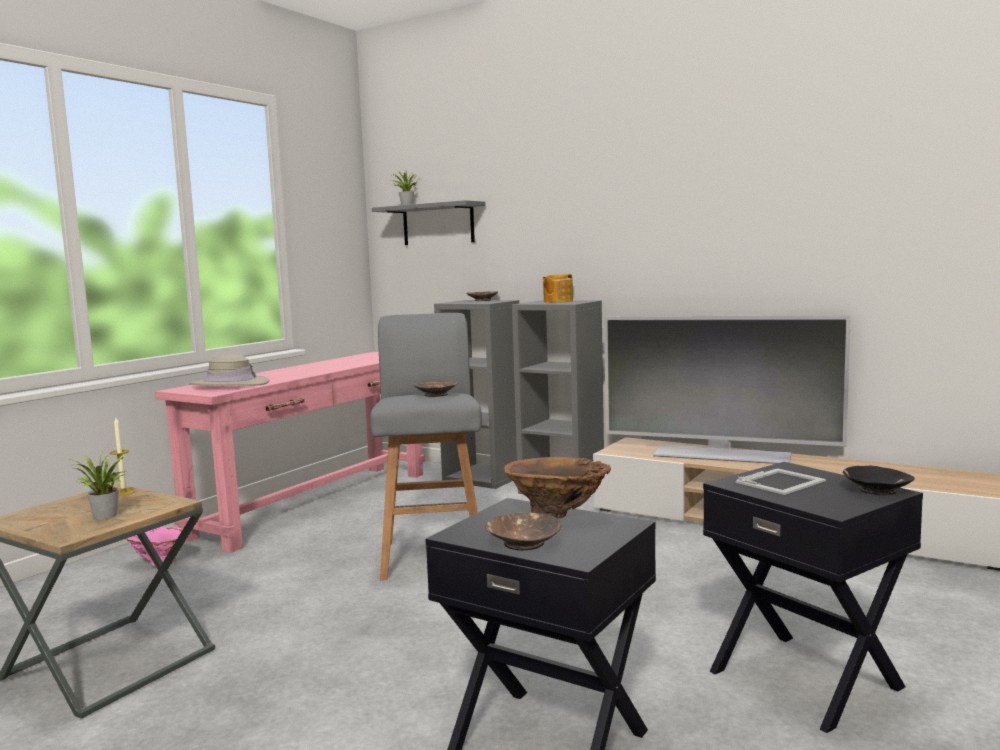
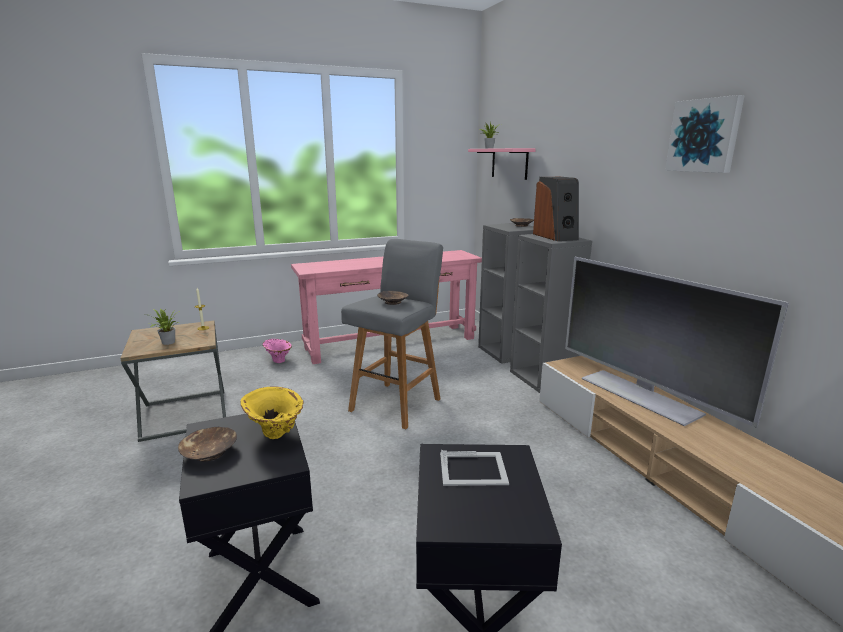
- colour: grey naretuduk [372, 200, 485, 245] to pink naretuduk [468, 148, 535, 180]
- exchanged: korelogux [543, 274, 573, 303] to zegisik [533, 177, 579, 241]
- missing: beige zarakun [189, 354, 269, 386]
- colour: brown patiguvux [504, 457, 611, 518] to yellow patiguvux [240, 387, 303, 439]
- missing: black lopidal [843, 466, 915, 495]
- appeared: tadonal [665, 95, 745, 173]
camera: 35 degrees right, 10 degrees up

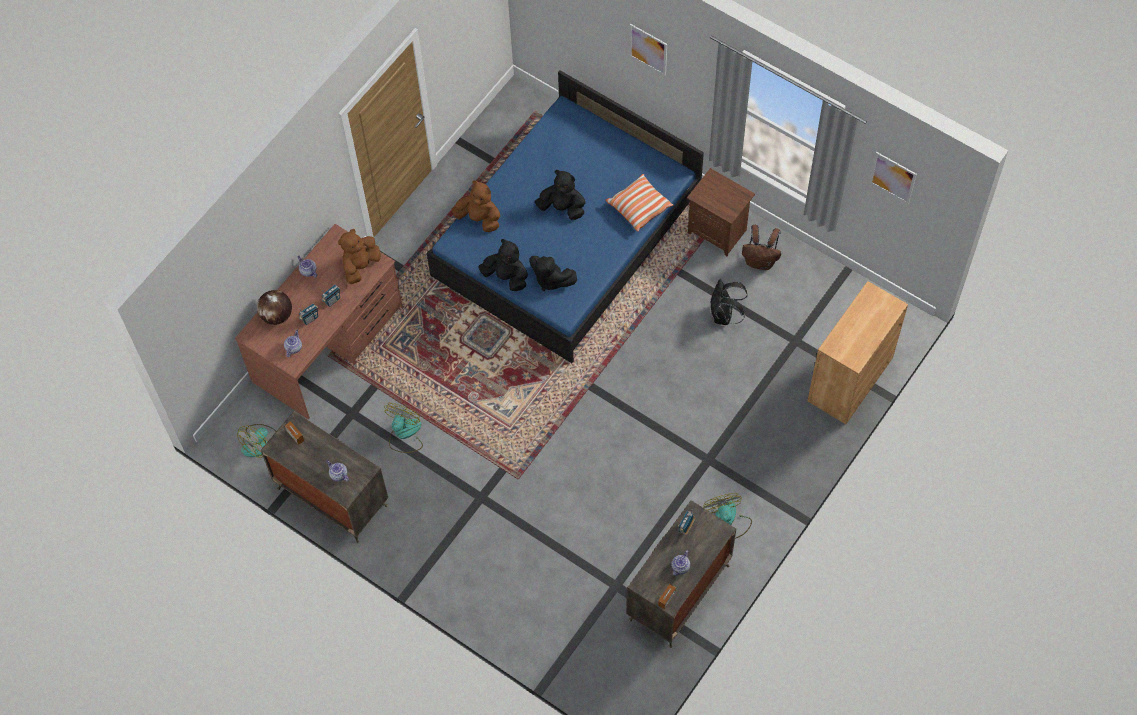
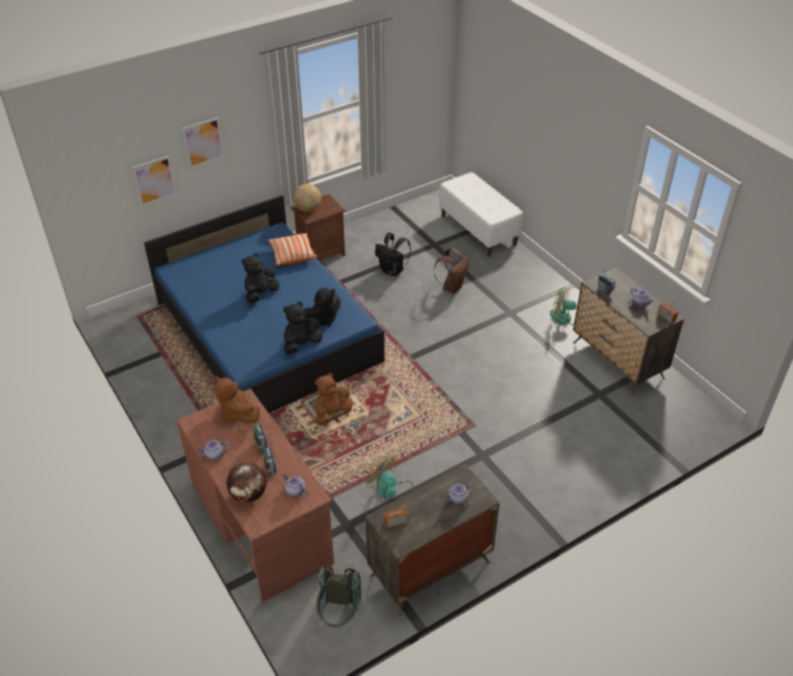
- relocated: tadonal [870, 152, 917, 204] to [132, 156, 177, 207]
- relocated: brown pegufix [451, 180, 500, 232] to [315, 373, 352, 425]
- relocated: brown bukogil [742, 225, 781, 270] to [433, 248, 469, 294]
- exchanged: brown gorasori [807, 281, 908, 424] to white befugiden [439, 172, 523, 257]
- exchanged: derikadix [237, 424, 276, 458] to grey bukogil [316, 565, 361, 627]
- appeared: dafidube [293, 184, 321, 212]
camera: 70 degrees left, 20 degrees down

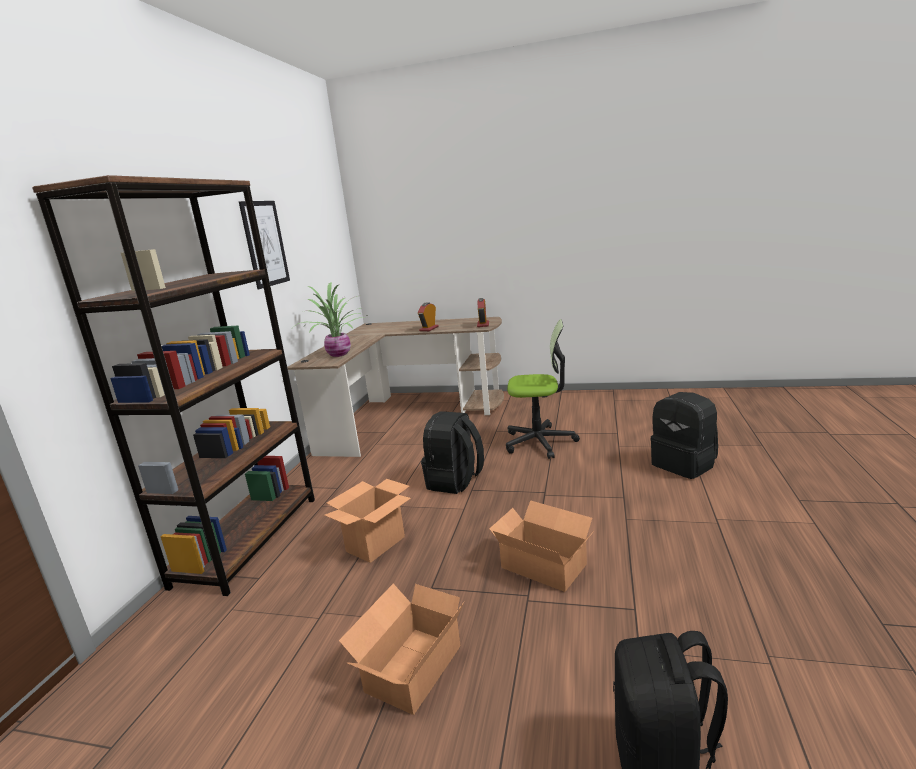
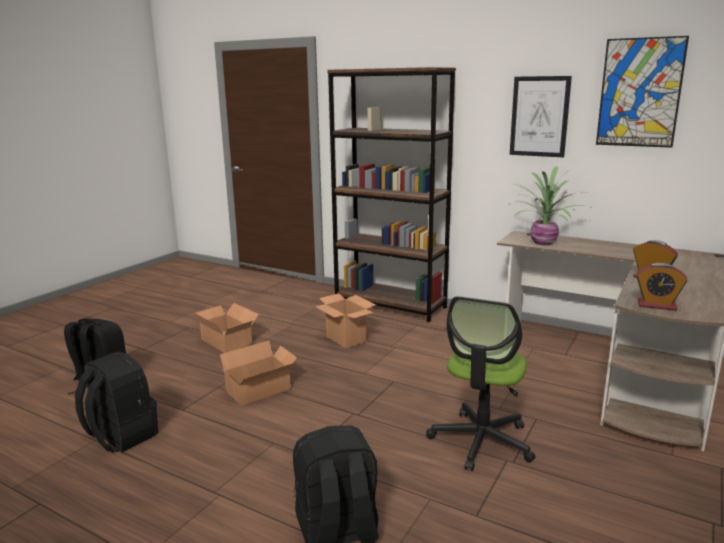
- relocated: black bukogil [421, 411, 484, 494] to [75, 352, 158, 454]
- appeared: tadonal [596, 36, 689, 148]
camera: 105 degrees right, 0 degrees up

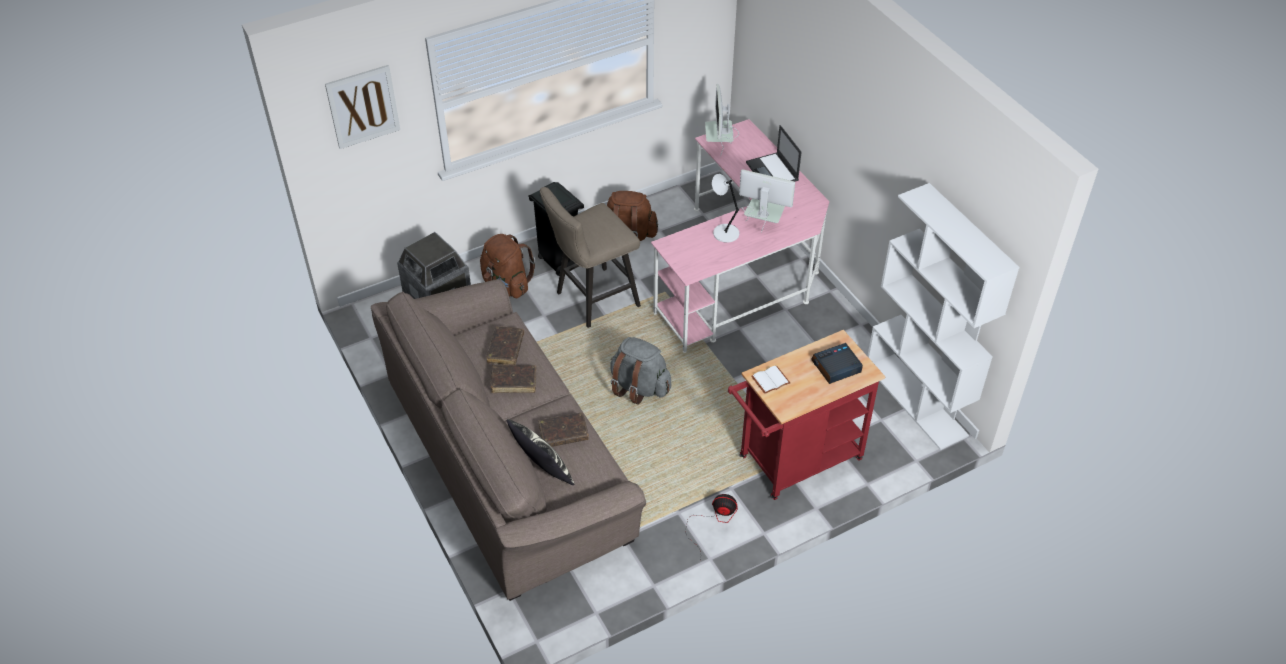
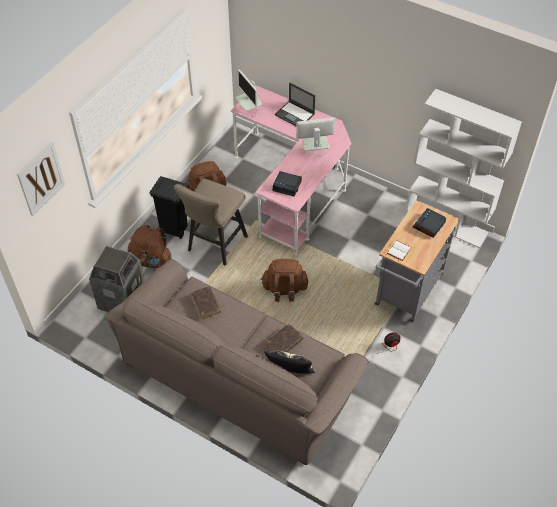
- missing: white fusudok [712, 174, 740, 243]
- colour: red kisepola [728, 330, 885, 500] to grey kisepola [374, 200, 459, 323]
- colour: grey bukogil [610, 337, 671, 405] to brown bukogil [261, 259, 308, 302]
- missing: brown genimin [491, 365, 536, 393]
- appeared: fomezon [272, 171, 302, 197]
camera: 30 degrees left, 5 degrees up

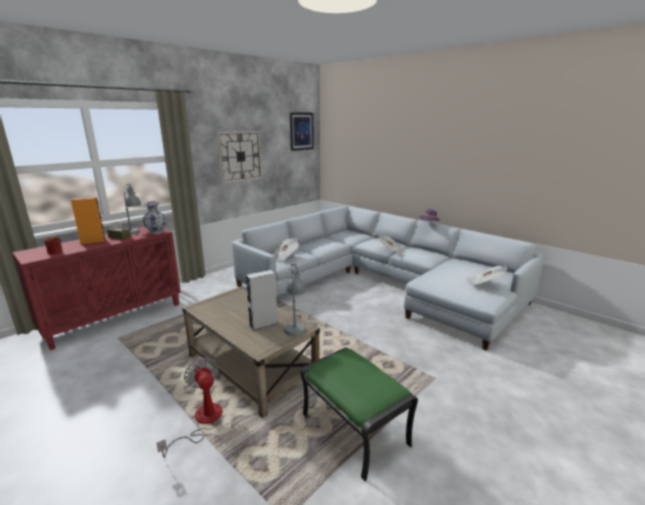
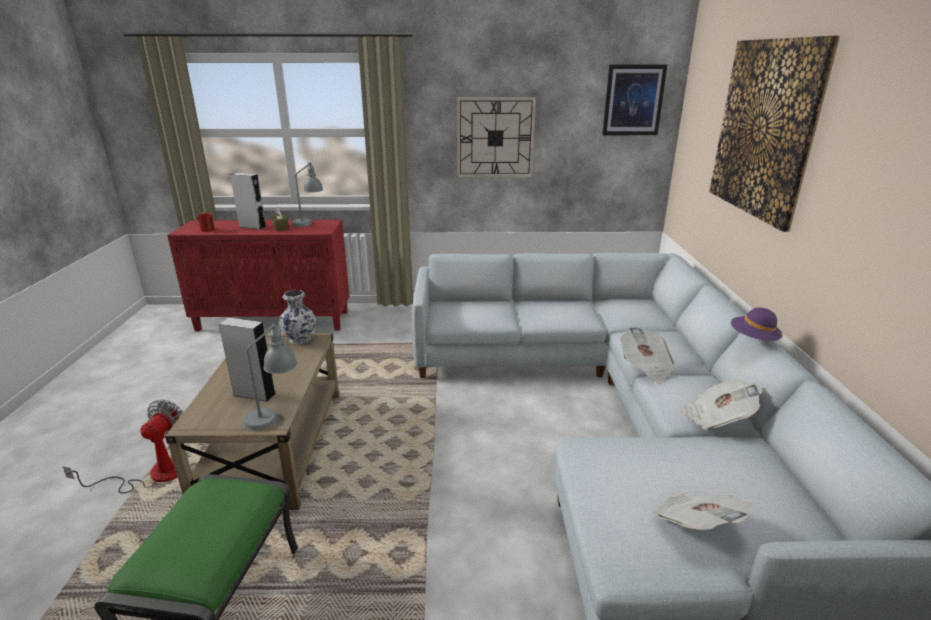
- colour: orange zegisik [71, 197, 106, 245] to grey zegisik [230, 173, 266, 230]
- relocated: patiguvux [143, 201, 166, 234] to [279, 290, 316, 344]
- relocated: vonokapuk [273, 238, 299, 260] to [681, 379, 763, 430]
- appeared: tadonal [709, 36, 840, 232]
camera: 45 degrees right, 5 degrees up

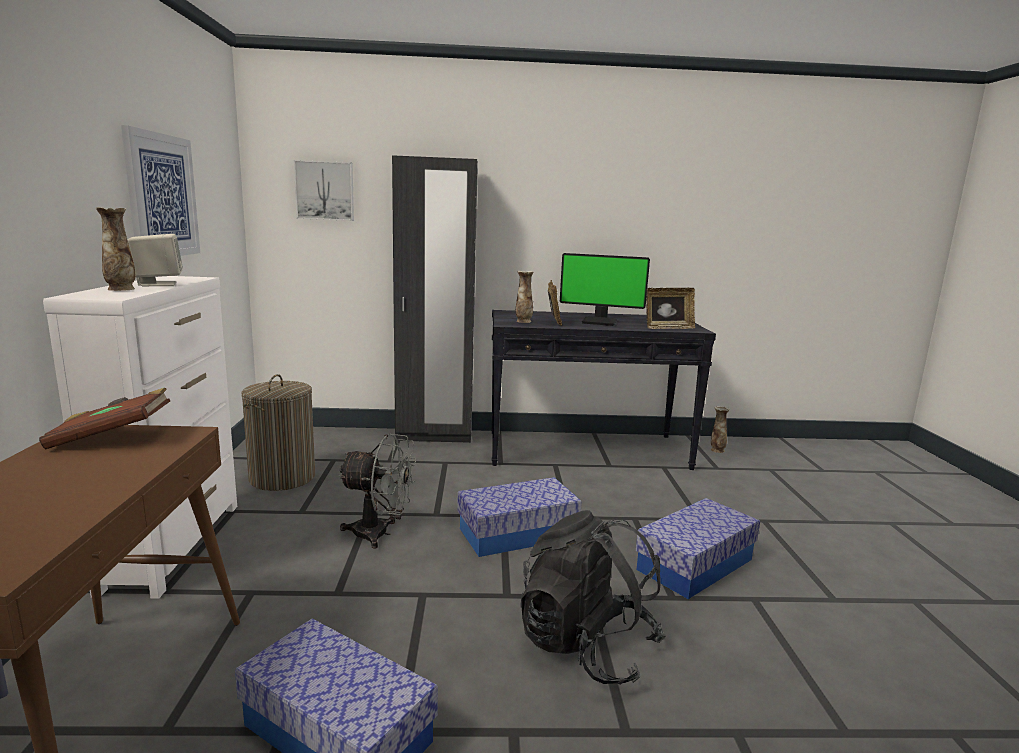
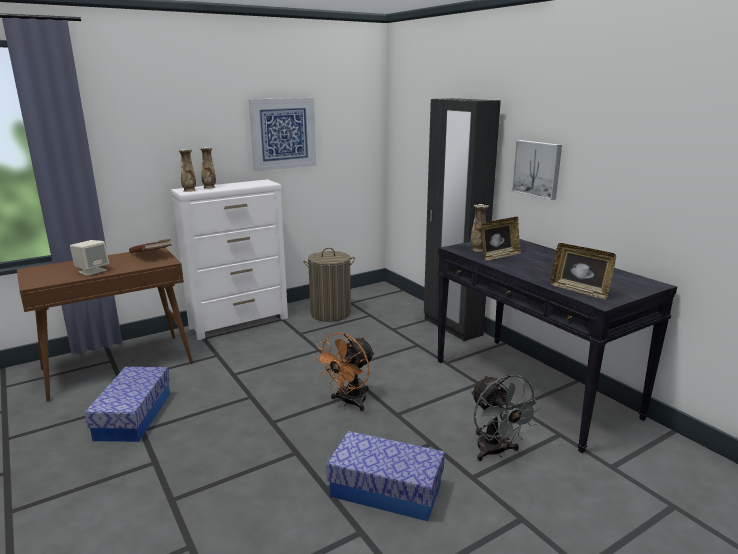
- relocated: tadonal [294, 160, 354, 221] to [512, 140, 562, 200]
- relocated: beige zegisik [127, 234, 183, 286] to [70, 240, 109, 276]
- missing: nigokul [560, 253, 650, 326]
- relocated: patiguvux [711, 406, 730, 453] to [178, 149, 196, 192]
- relocated: grey derikadix [338, 433, 417, 549] to [471, 375, 543, 461]
- exchanged: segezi [457, 477, 582, 557] to orange derikadix [314, 332, 375, 411]
- missing: black bukogil [520, 510, 666, 684]
camera: 60 degrees right, 5 degrees up

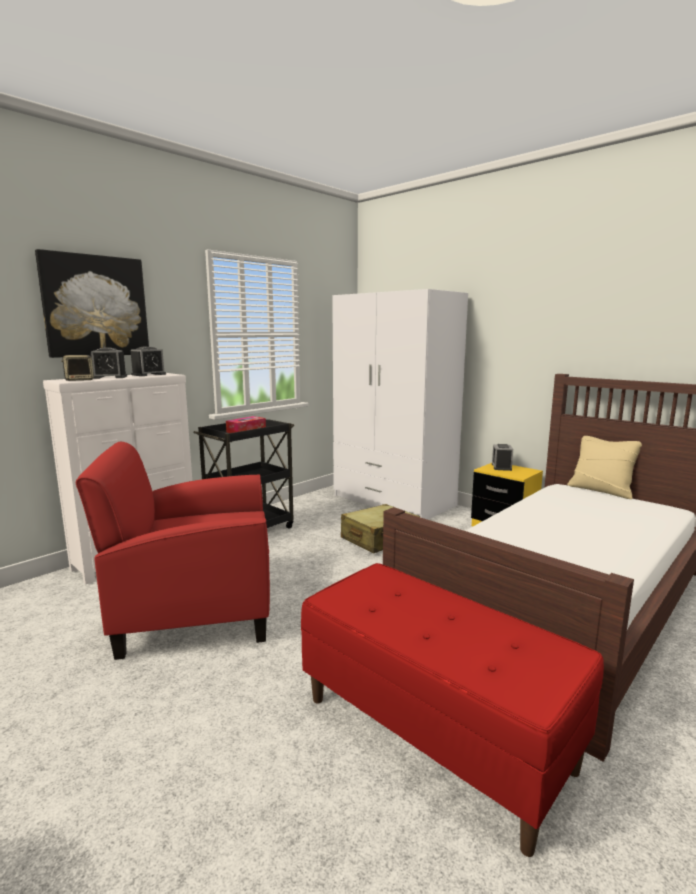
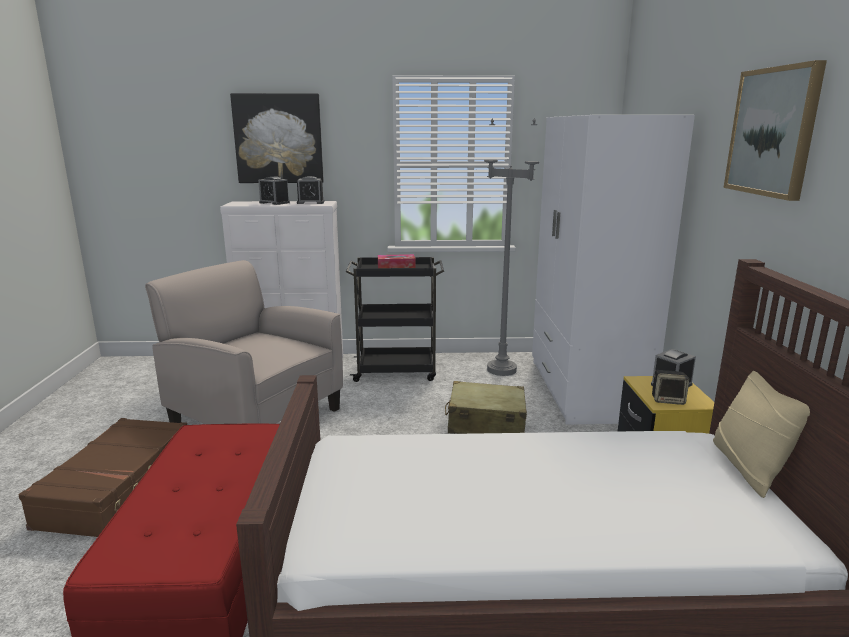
- relocated: zegisik [61, 355, 94, 381] to [652, 370, 689, 405]
- colour: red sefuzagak [76, 442, 270, 660] to beige sefuzagak [145, 260, 343, 424]
- appeared: tadonal [723, 60, 827, 201]
- appeared: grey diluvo [484, 118, 539, 376]
- appeared: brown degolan [19, 418, 187, 537]
camera: 45 degrees right, 5 degrees up

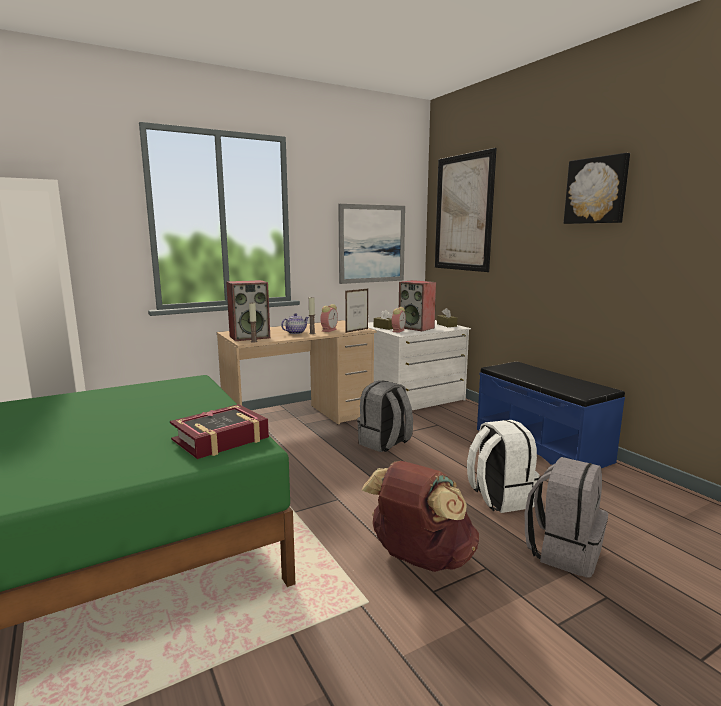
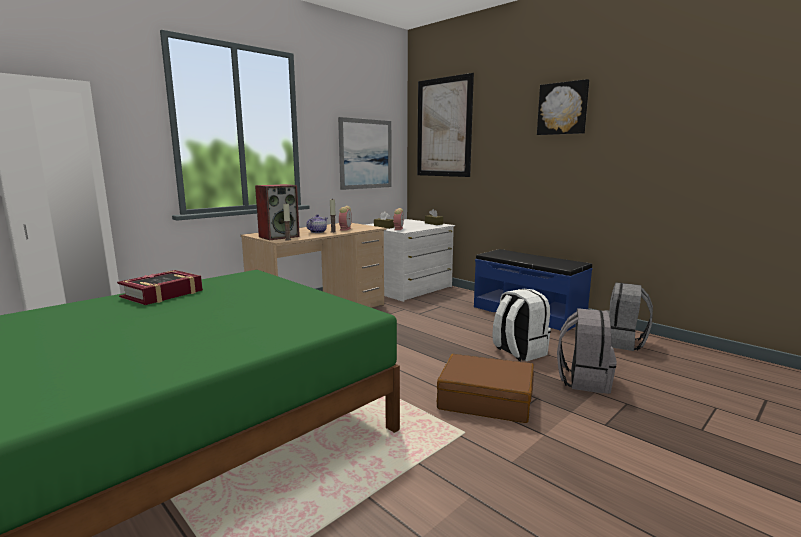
- missing: zegisik [399, 280, 436, 331]
- missing: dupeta [345, 289, 368, 333]
- relocated: grey bukogil [357, 381, 413, 452] to [605, 282, 653, 351]
- relocated: genimin [170, 404, 269, 459] to [117, 270, 203, 305]
- exchanged: brown bukogil [361, 461, 479, 572] to brown degolan [437, 354, 534, 423]
camera: 15 degrees left, 0 degrees up

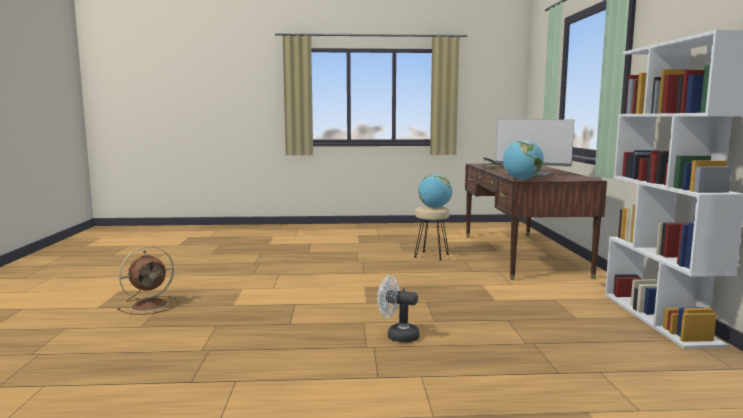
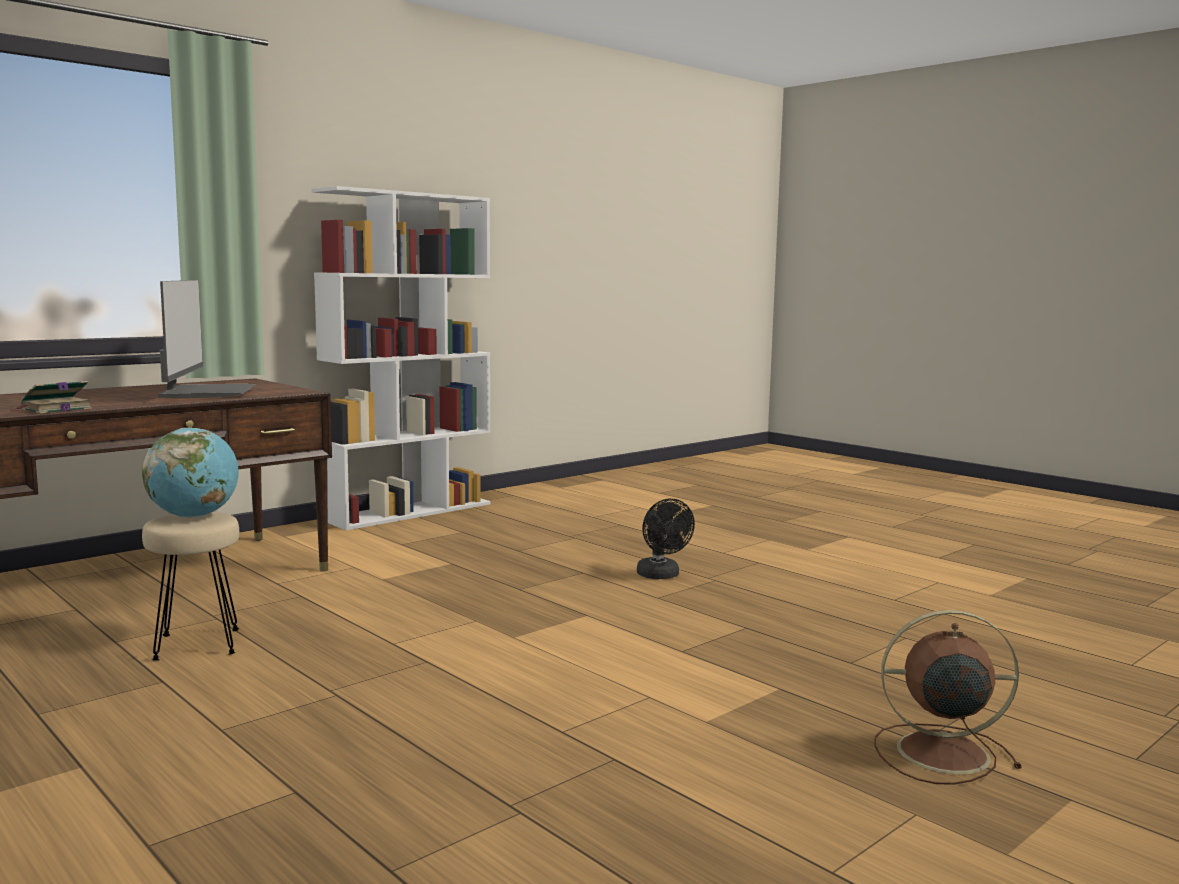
- missing: dafidube [503, 140, 544, 180]
- colour: white derikadix [377, 275, 419, 342] to black derikadix [637, 499, 695, 579]
camera: 130 degrees left, 0 degrees up

